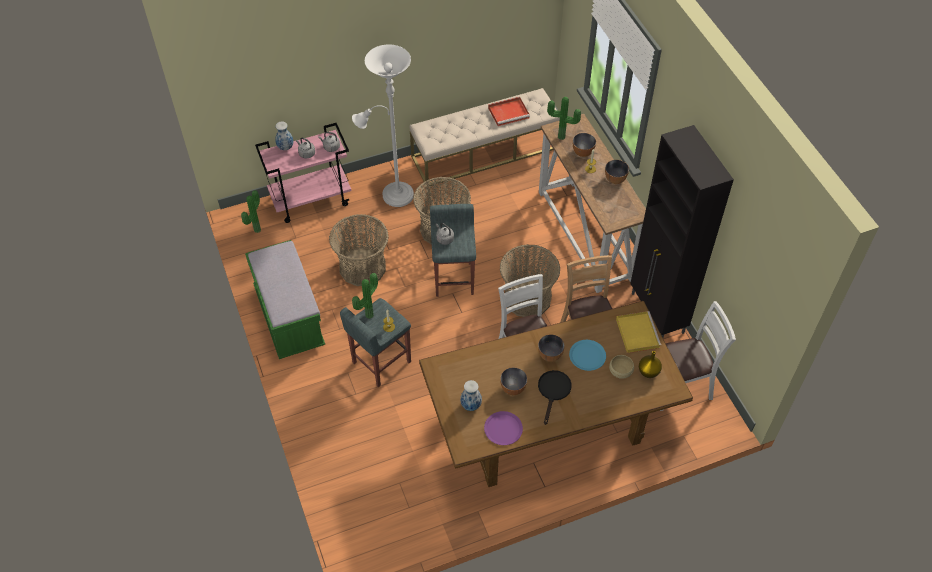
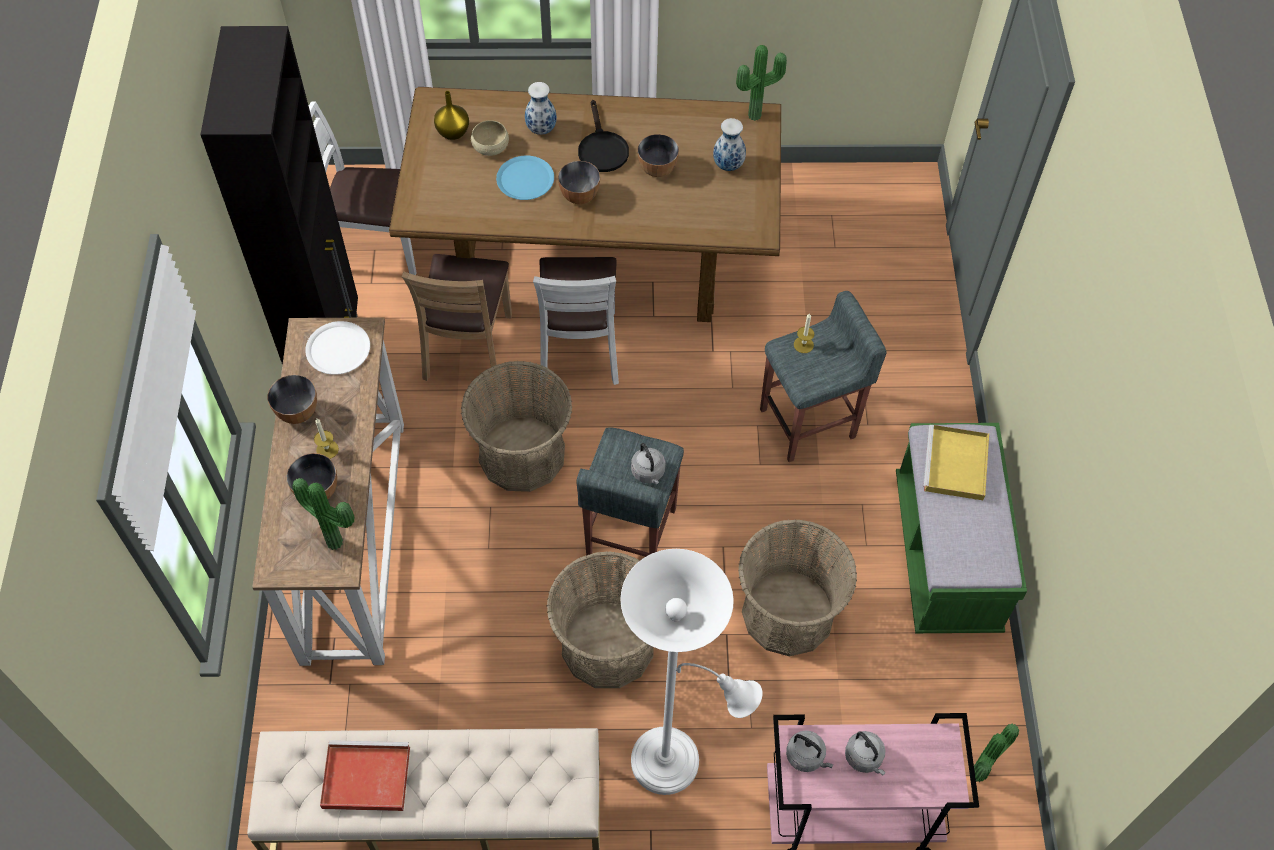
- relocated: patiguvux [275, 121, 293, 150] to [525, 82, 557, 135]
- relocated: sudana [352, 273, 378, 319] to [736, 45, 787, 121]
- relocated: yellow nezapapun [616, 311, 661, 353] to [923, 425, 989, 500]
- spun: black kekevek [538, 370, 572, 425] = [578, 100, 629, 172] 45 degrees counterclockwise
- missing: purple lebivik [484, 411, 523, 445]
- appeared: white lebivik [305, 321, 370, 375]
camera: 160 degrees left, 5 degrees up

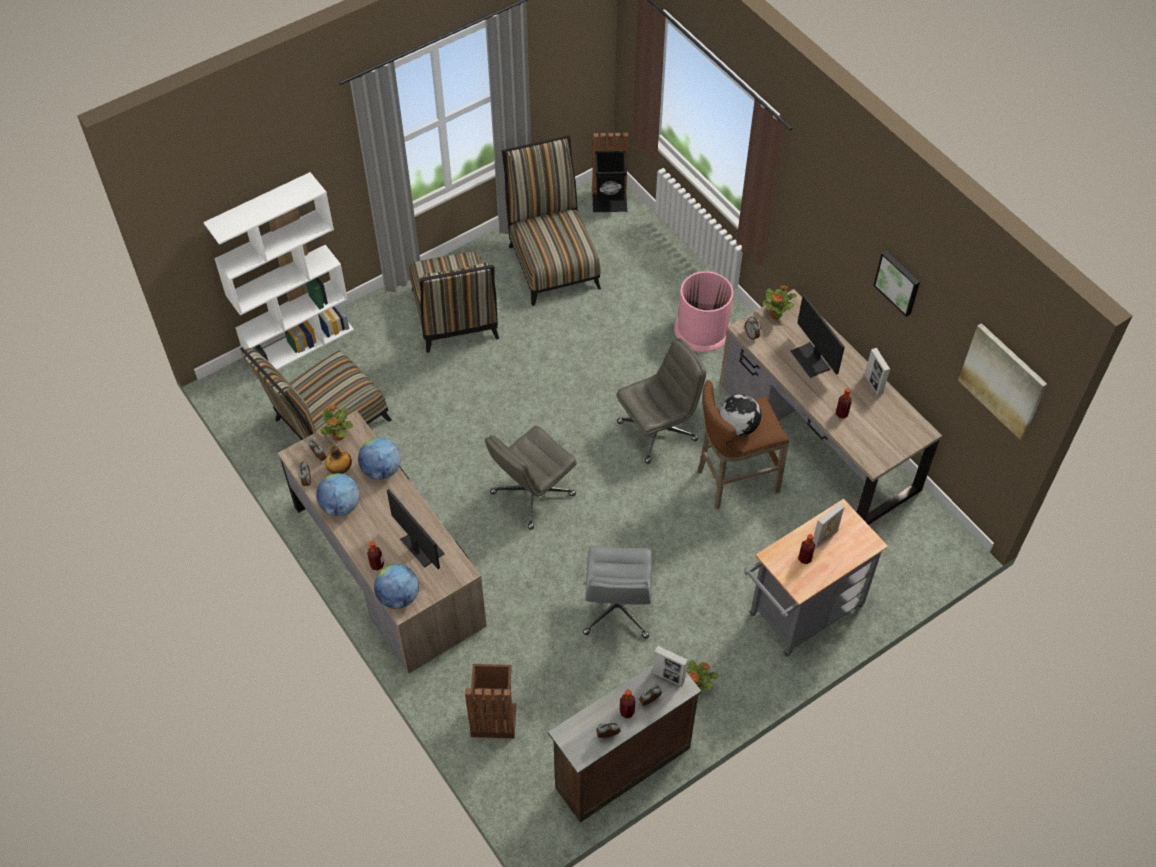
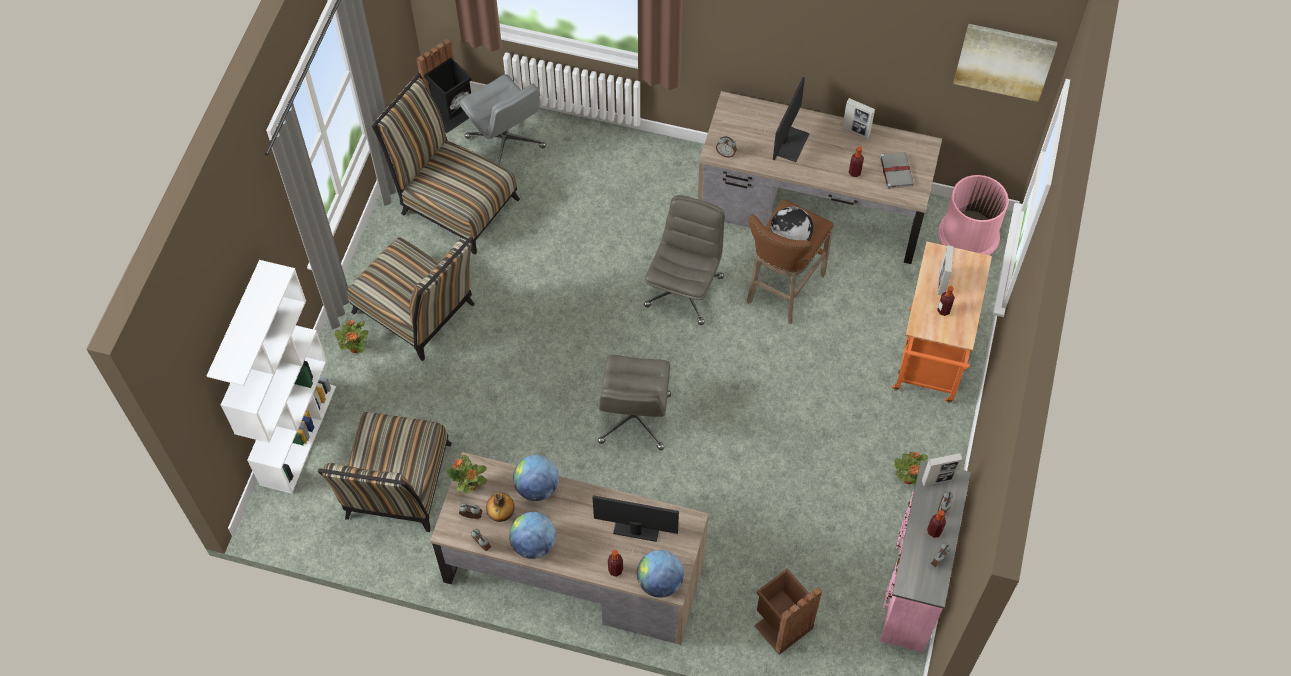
- missing: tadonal [873, 251, 920, 317]
- relocated: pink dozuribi [674, 271, 733, 352] to [938, 175, 1009, 255]
- relocated: sudana [763, 285, 797, 319] to [335, 320, 368, 353]
- spun: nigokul [791, 294, 845, 378] = [773, 77, 810, 162] 90 degrees counterclockwise
- colour: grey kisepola [744, 499, 888, 657] to orange kisepola [892, 241, 992, 403]
- relocated: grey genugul [583, 545, 652, 639] to [460, 74, 546, 165]
- colour: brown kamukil [548, 664, 701, 823] to pink kamukil [880, 460, 971, 653]
- appeared: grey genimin [880, 152, 914, 189]
camera: 40 degrees left, 5 degrees up

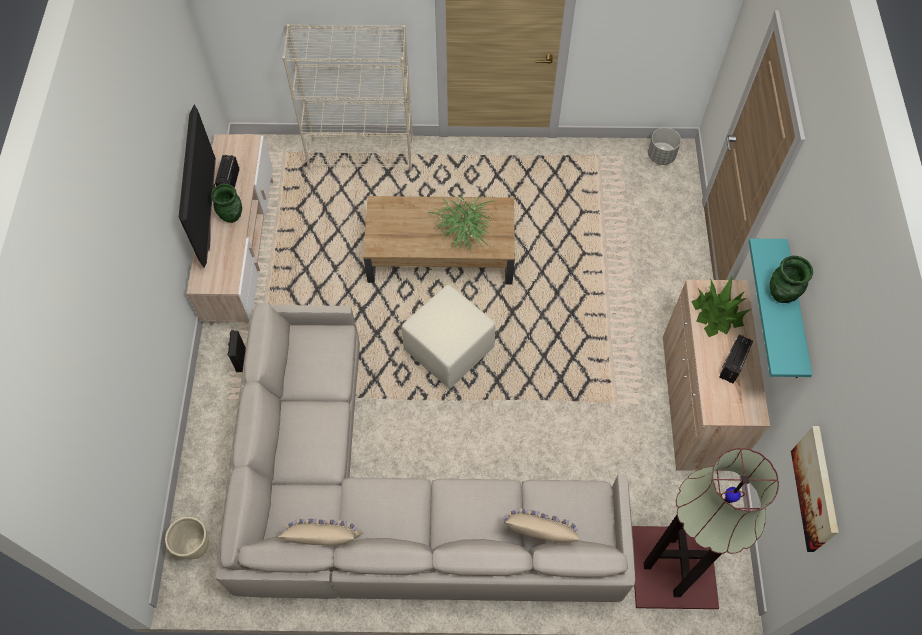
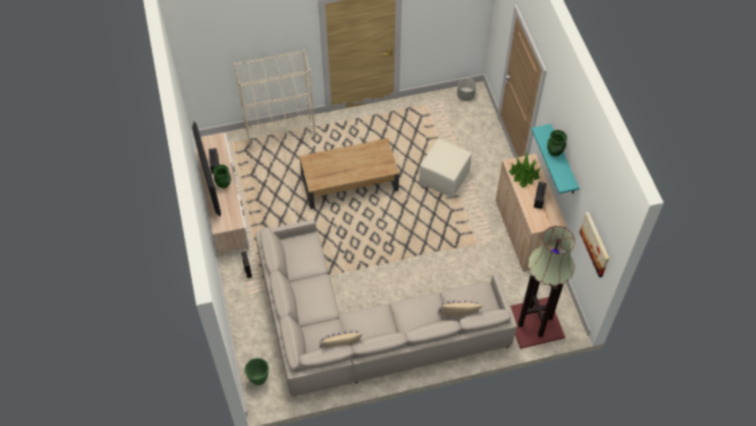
- missing: sudana [427, 193, 494, 251]
- relocated: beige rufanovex [402, 285, 495, 389] to [419, 139, 472, 198]
- colour: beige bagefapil [165, 517, 209, 559] to green bagefapil [245, 358, 269, 385]
camera: 15 degrees left, 5 degrees down

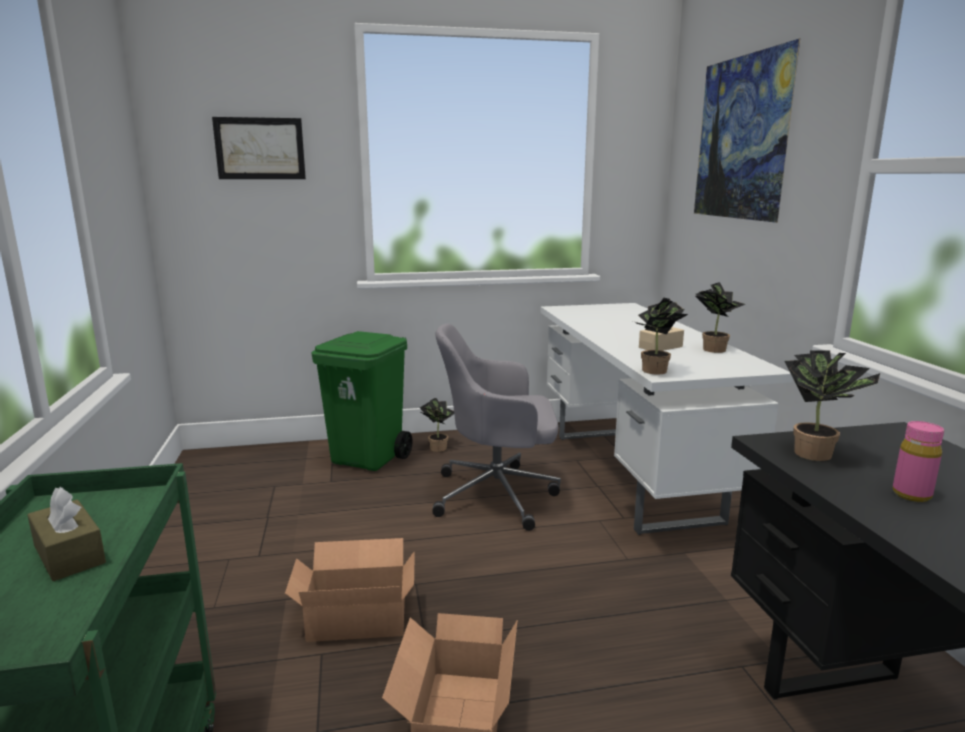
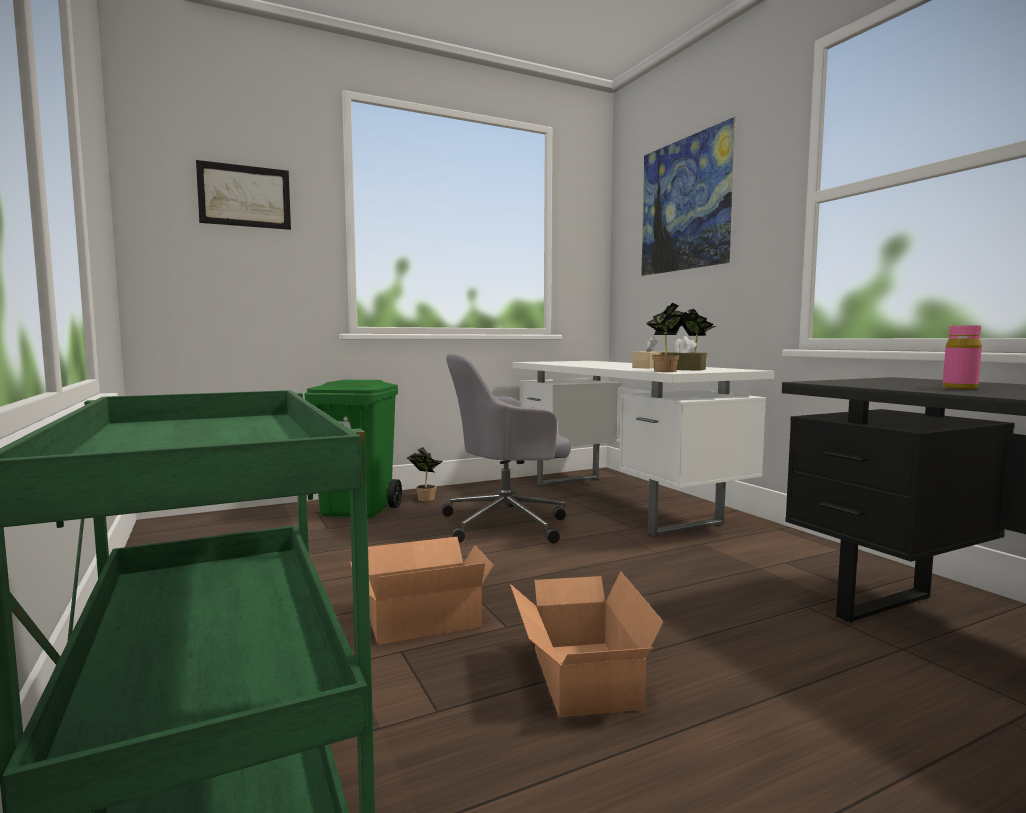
- missing: sudana [785, 351, 880, 461]
- relocated: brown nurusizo [27, 487, 106, 581] to [662, 336, 706, 371]
camera: 15 degrees left, 10 degrees down

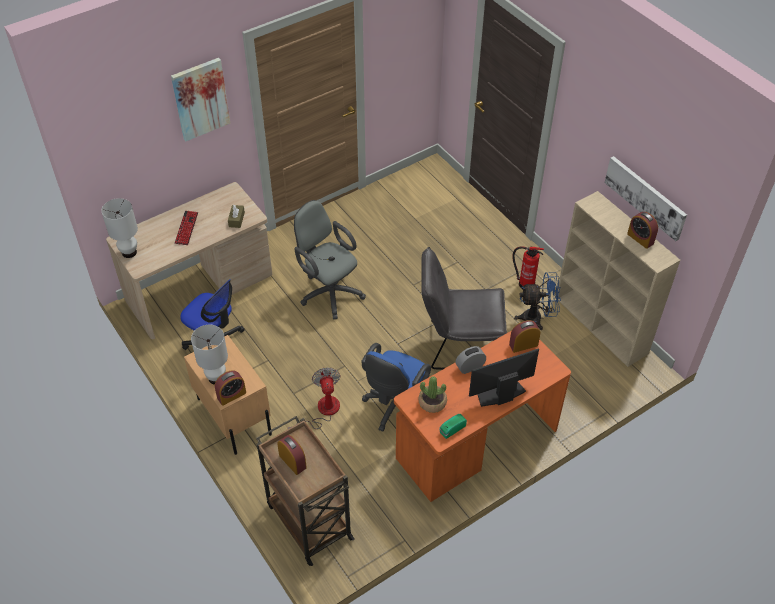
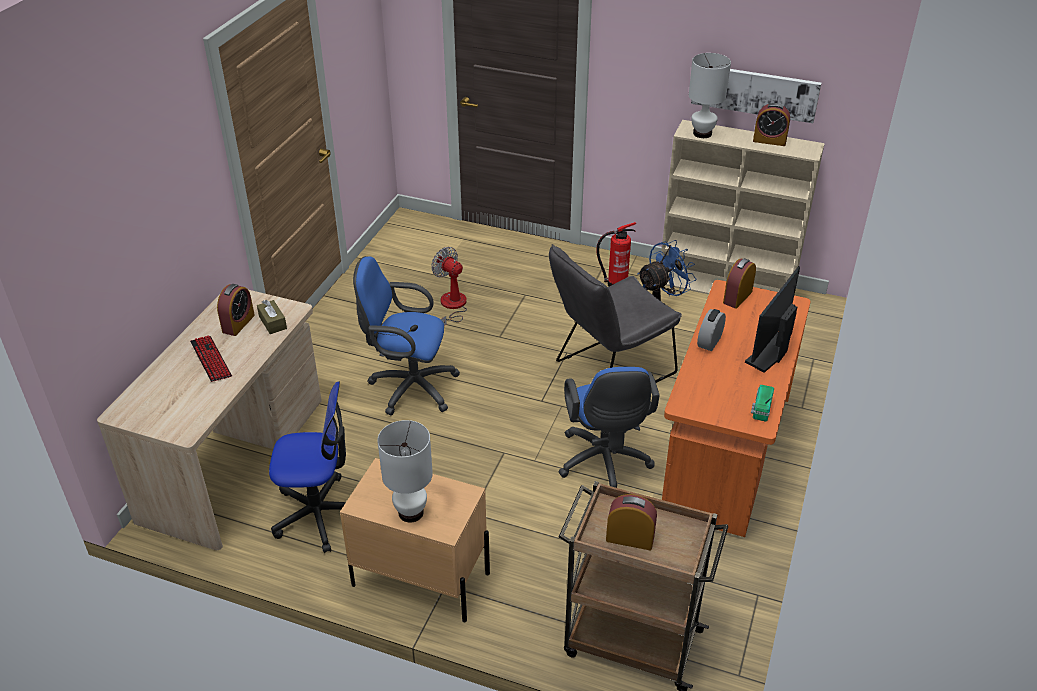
- missing: tadonal [171, 58, 230, 141]
- relocated: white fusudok [101, 198, 138, 258] to [689, 53, 731, 138]
- colour: grey genugul [294, 200, 366, 320] to blue genugul [353, 256, 460, 415]
- relocated: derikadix [288, 367, 340, 429] to [431, 247, 467, 326]
- relocated: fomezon [215, 370, 246, 406] to [217, 284, 255, 336]
- missing: sudana [418, 376, 447, 413]
camera: 35 degrees left, 10 degrees down

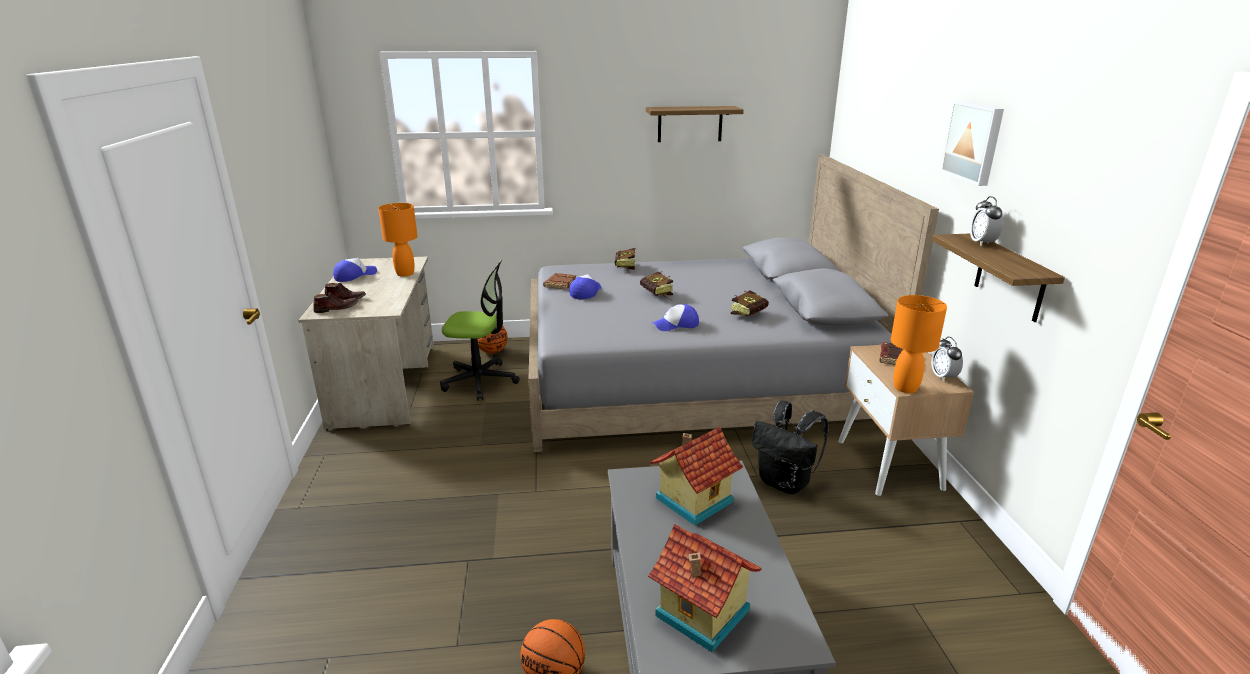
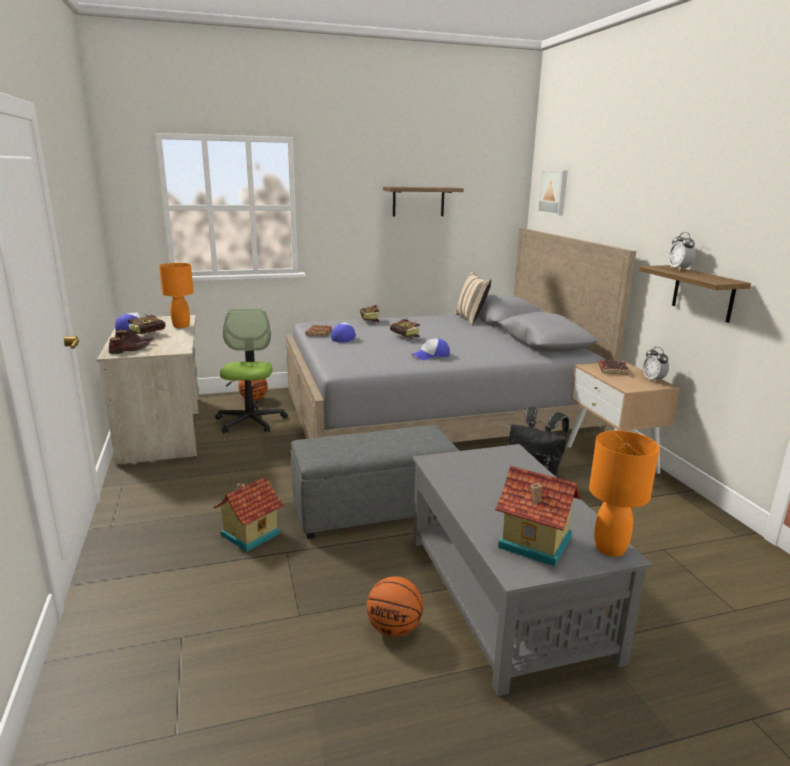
- relocated: tadonal [940, 101, 1004, 186] to [537, 170, 568, 216]
- spun: genugul [440, 260, 520, 401] = [215, 308, 288, 434] 90 degrees counterclockwise
- relocated: genimin [731, 290, 769, 316] to [128, 315, 165, 335]
- relocated: orange fusudok [891, 295, 947, 393] to [589, 430, 660, 557]
- relocated: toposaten [650, 427, 743, 526] to [214, 477, 284, 552]
- appeared: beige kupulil [455, 272, 491, 325]
- appeared: grey rufanovex [291, 425, 459, 539]
camera: 10 degrees left, 5 degrees down

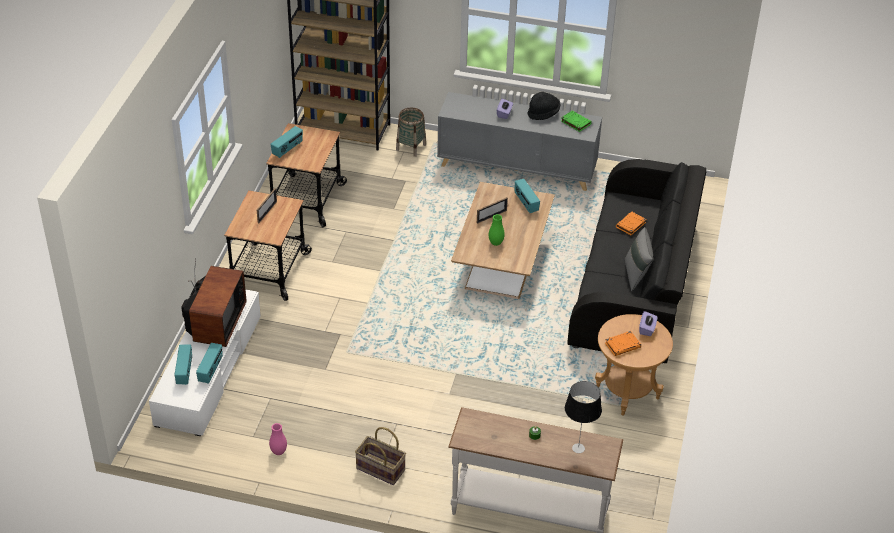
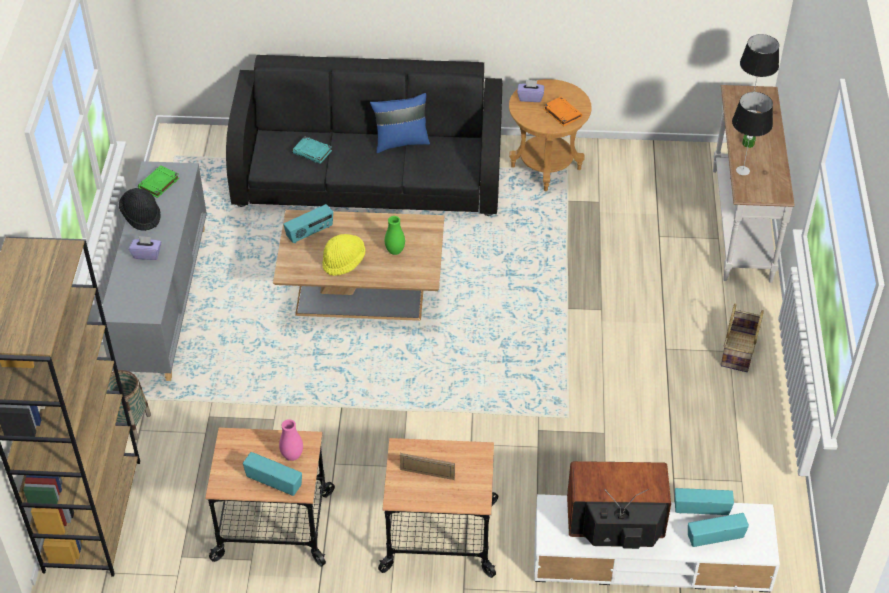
- exchanged: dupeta [477, 197, 508, 224] to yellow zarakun [322, 234, 365, 276]
- colour: orange genimin [616, 212, 646, 235] to turquoise genimin [292, 136, 332, 164]
- colour: grey kupulil [625, 227, 654, 291] to blue kupulil [370, 93, 430, 153]
- relocated: pink patiguvux [269, 423, 287, 455] to [279, 419, 303, 461]
- appeared: fusudok [732, 92, 773, 175]
camera: 100 degrees left, 5 degrees up

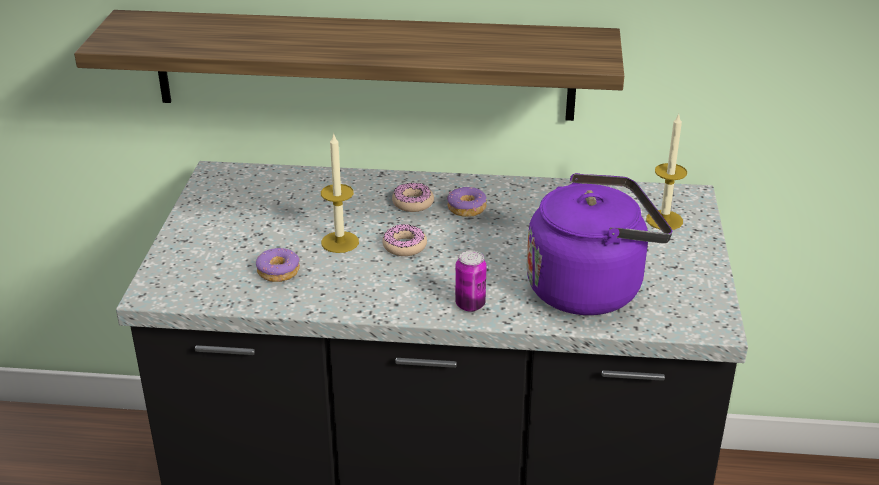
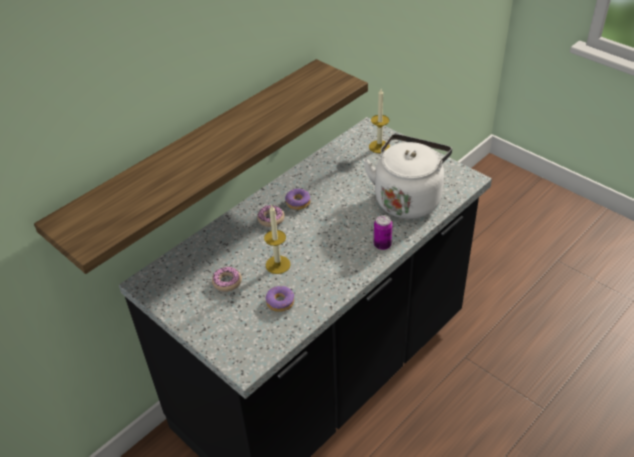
- colour: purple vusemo [526, 173, 672, 315] to white vusemo [363, 134, 452, 219]
- relocated: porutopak [382, 224, 427, 256] to [212, 267, 242, 292]
camera: 50 degrees left, 10 degrees up

